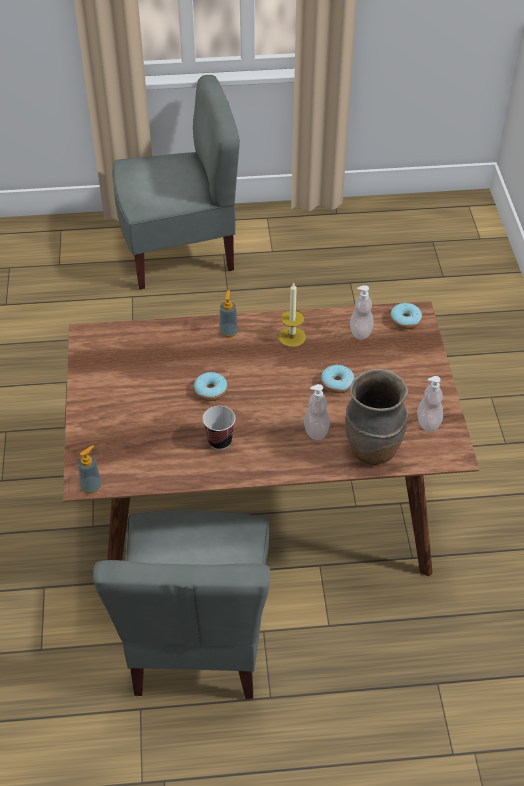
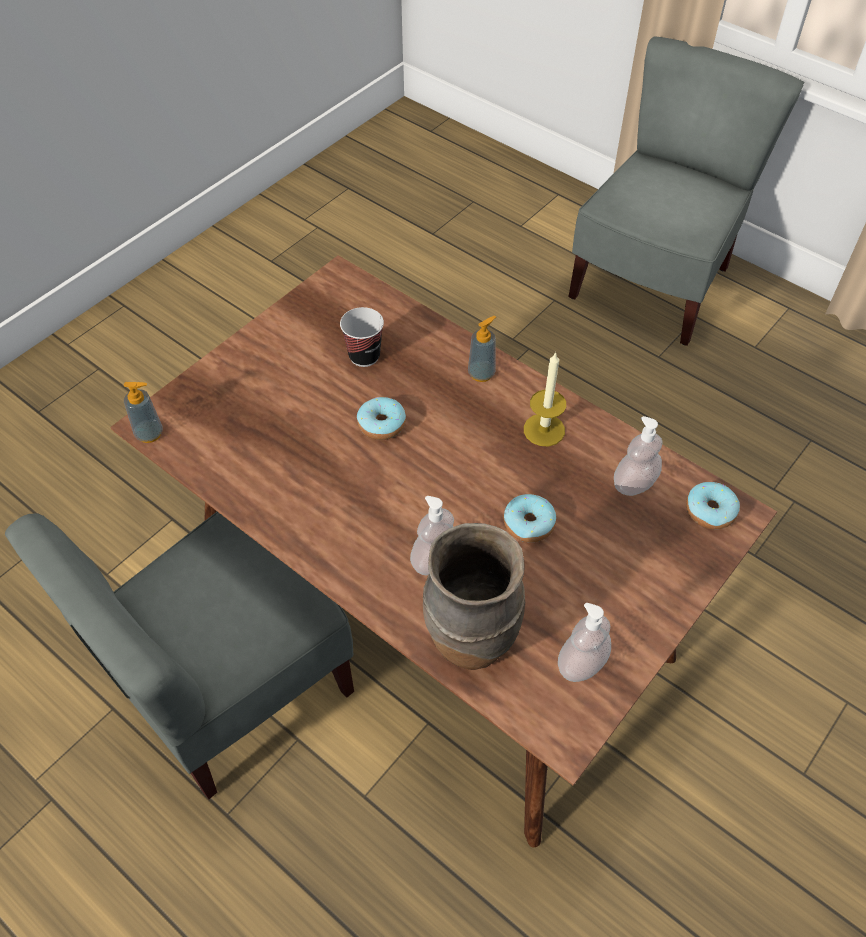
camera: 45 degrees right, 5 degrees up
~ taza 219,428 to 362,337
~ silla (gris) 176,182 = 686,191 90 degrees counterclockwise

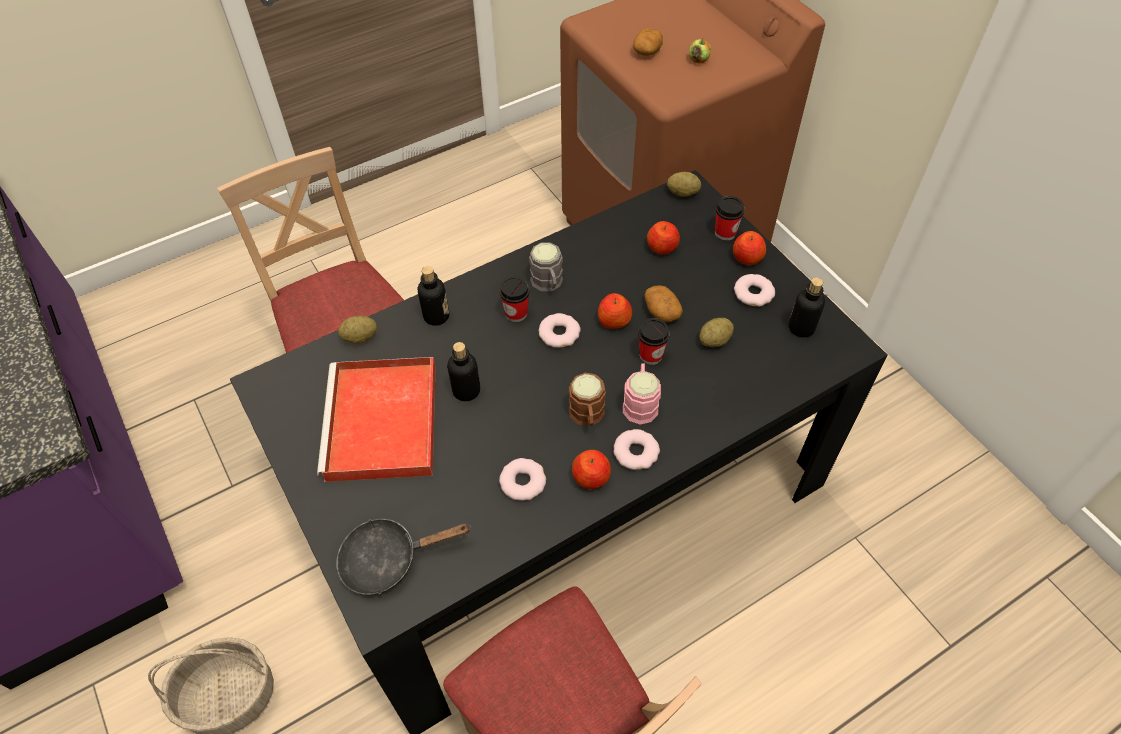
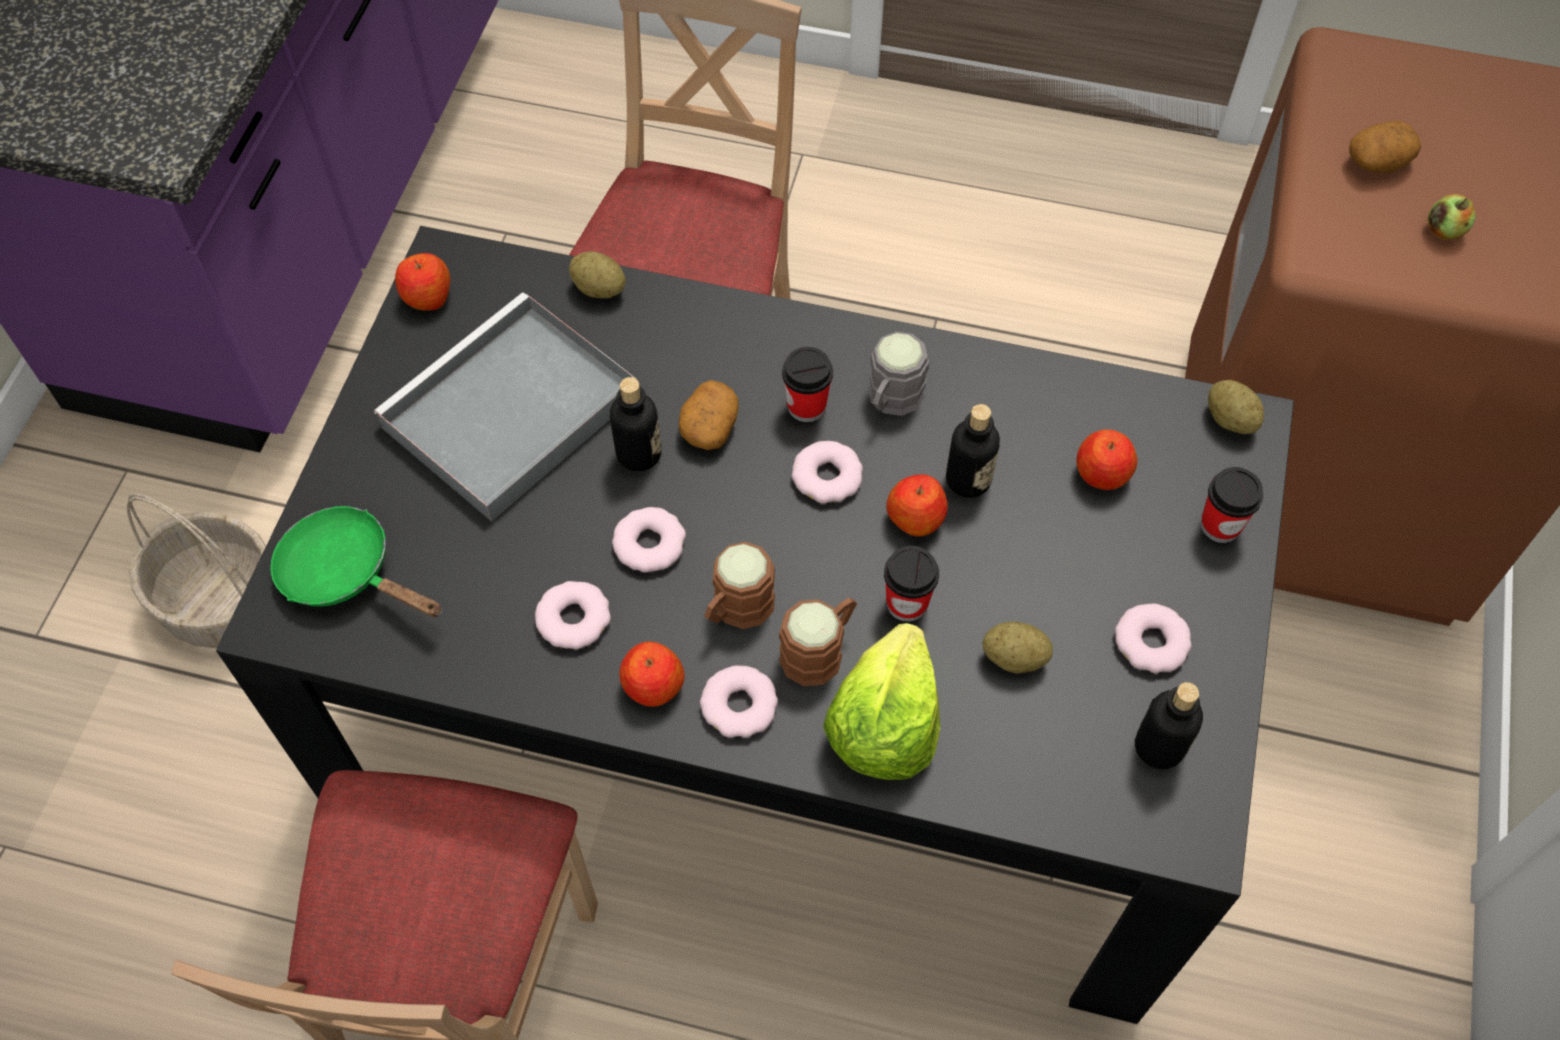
camera: 45 degrees right, 5 degrees up
~ sartén (negro) 403,557 to sartén (verde) 356,561
~ bandeja (rojo) 376,419 to bandeja (gris) 505,407
~ manzana 749,248 to 422,281
+ rosquilla 649,540
~ patata 664,303 to 709,415
~ taza grande (rosa) 642,394 to taza grande (marrón) 818,642
+ lechuga 881,701
~ botella 433,296 to 973,451

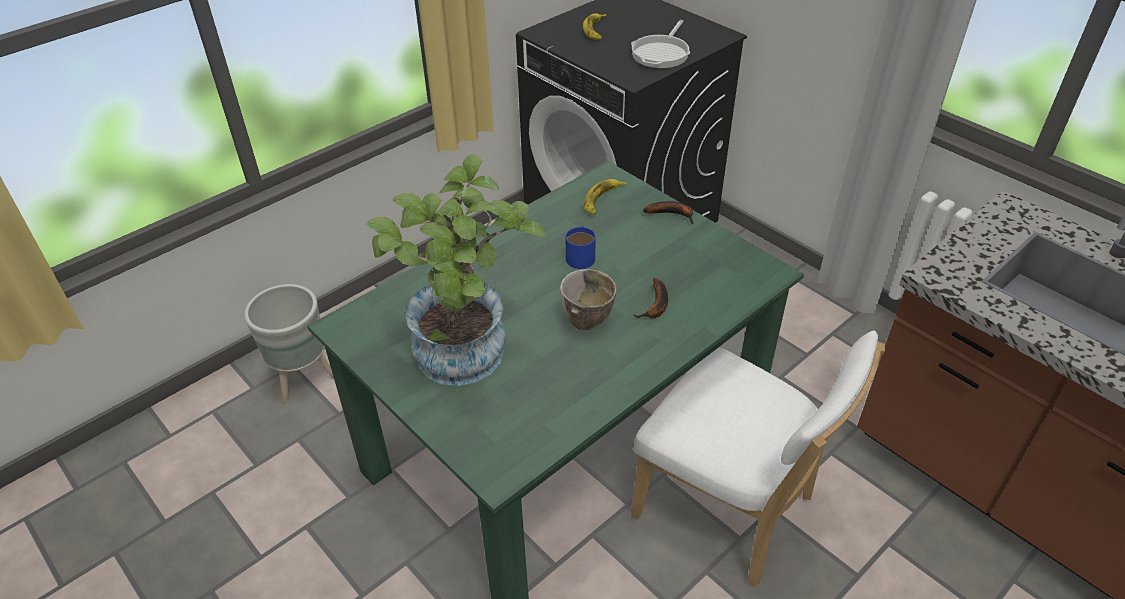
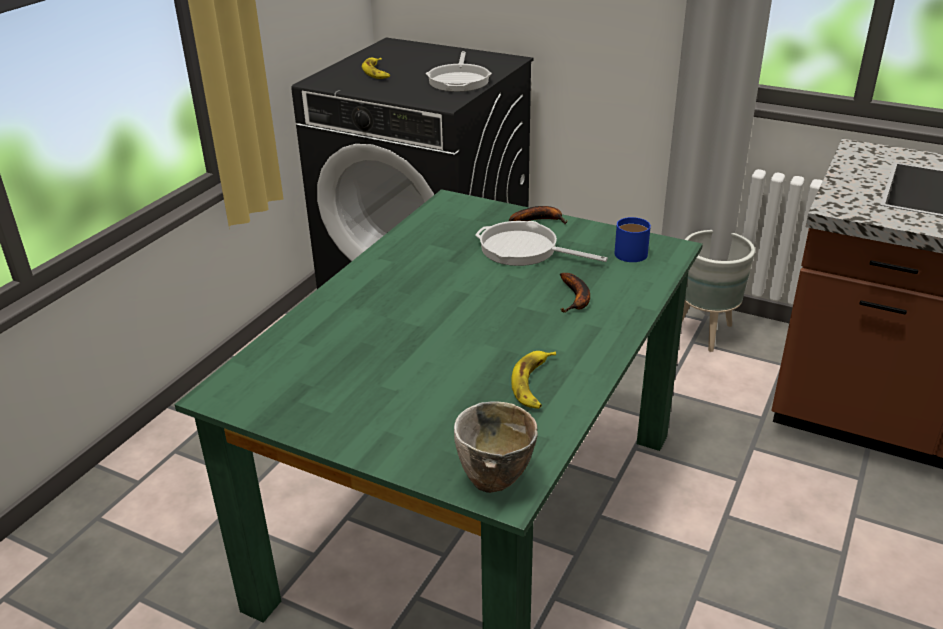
camera: 20 degrees left, 10 degrees down
~ cuenco 588,299 to 496,447
+ sartén 541,243
~ plátano 605,197 to 533,380
~ taza grande (azul) 581,247 to 632,239
~ maceta (gris) 289,343 to 718,291
- planta en maceta 456,270
- silla (blanco) 758,459

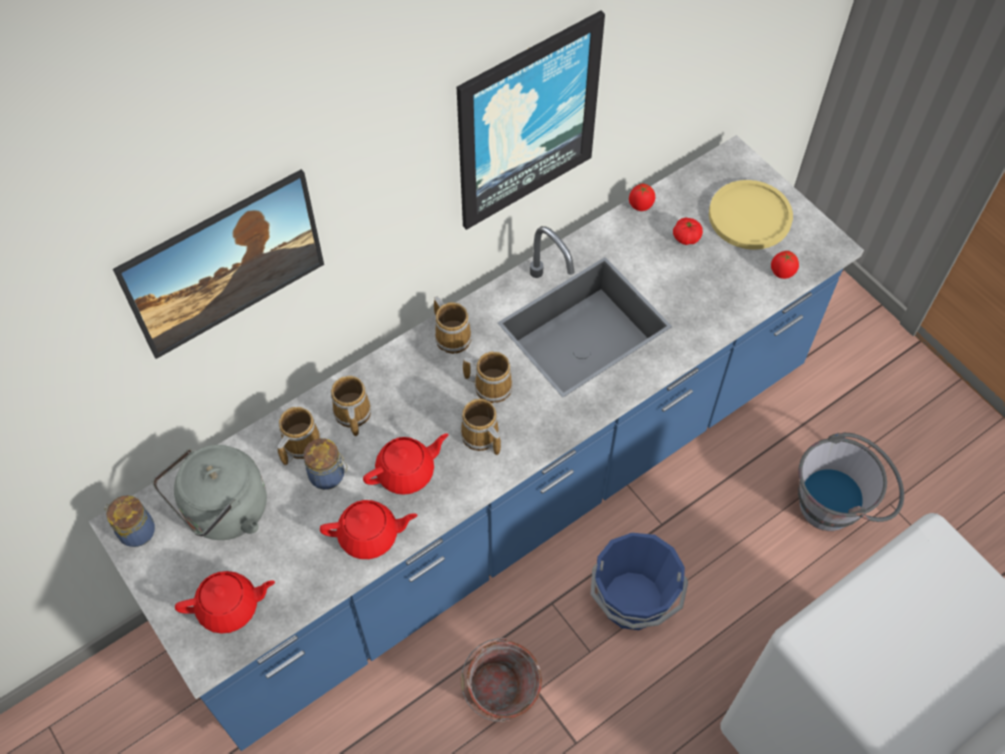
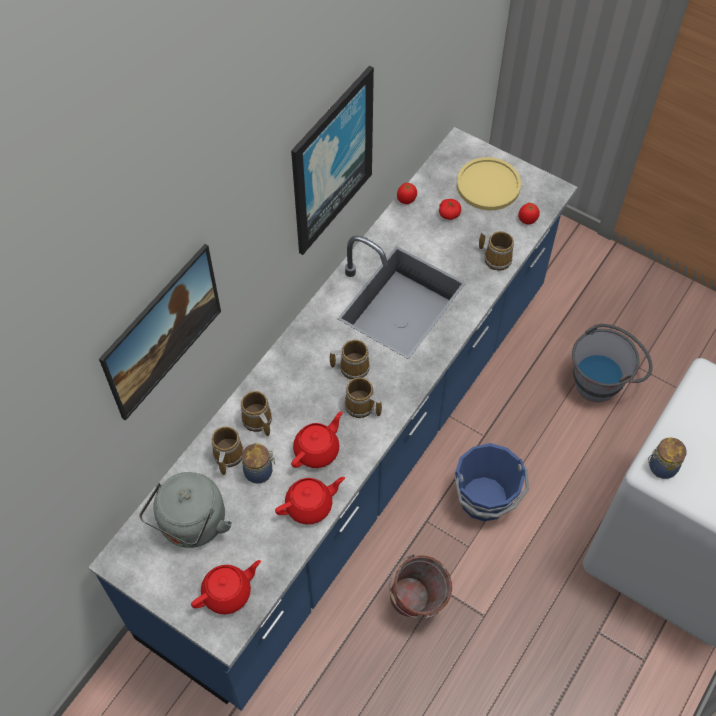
camera: 20 degrees left, 0 degrees up
~ taza grande 453,325 to 496,251
~ tarro 129,521 to 667,458

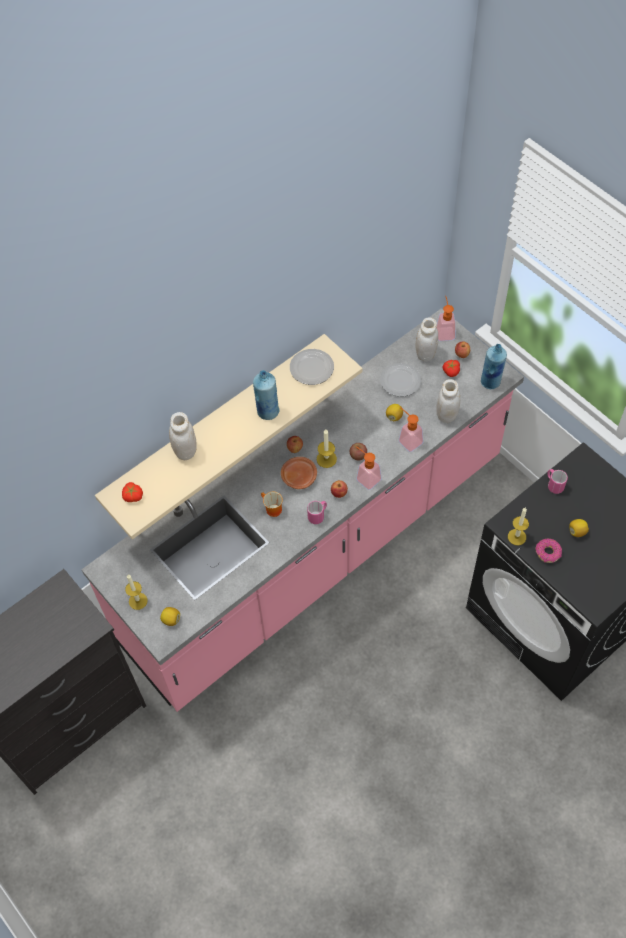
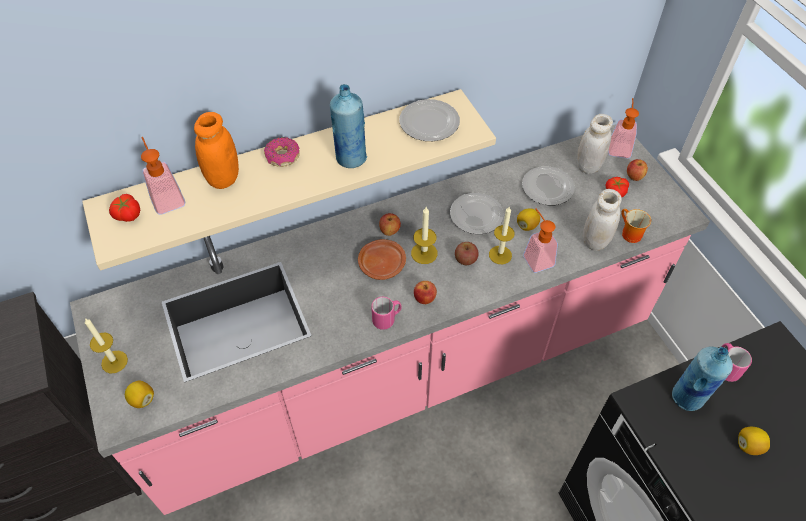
camera: 15 degrees right, 5 degrees down
~ dispensador de jabón 369,468 to 163,176
~ tarro (blanco) 183,436 to tarro (naranja) 216,150
~ rosquilla 548,551 to 282,152
+ plato 477,213
~ vela 518,526 to 502,235
~ taza grande 272,504 to 636,226
~ botella (azul) 494,366 to 702,379

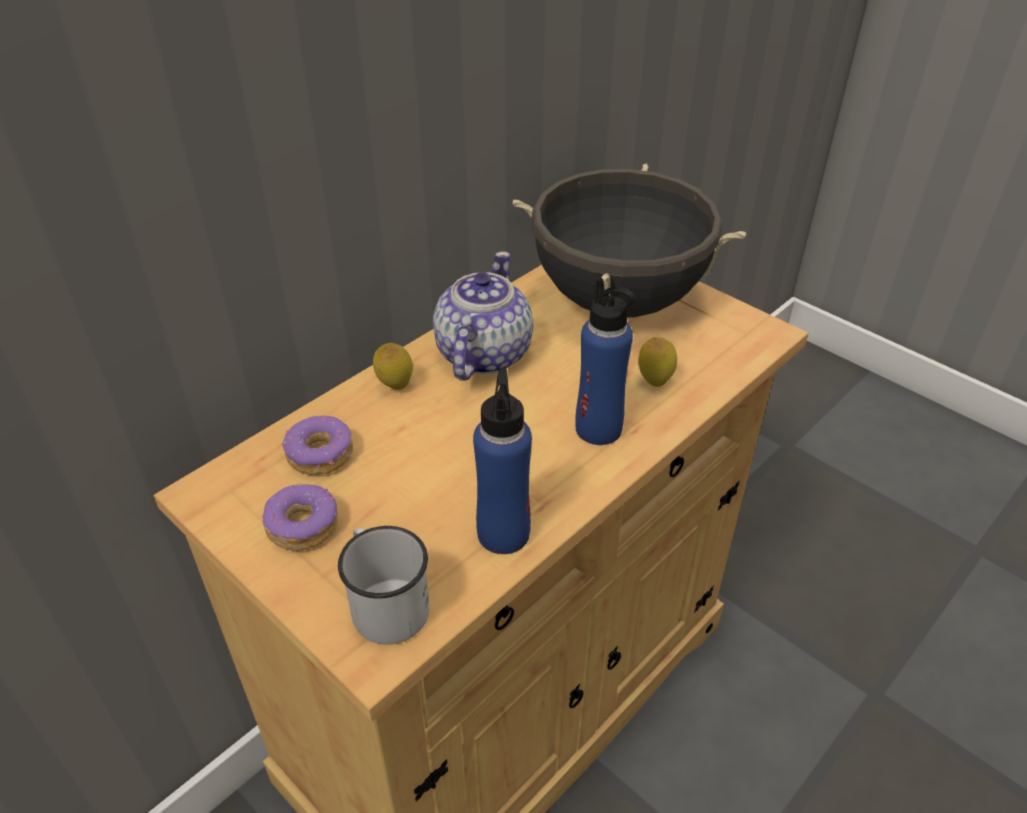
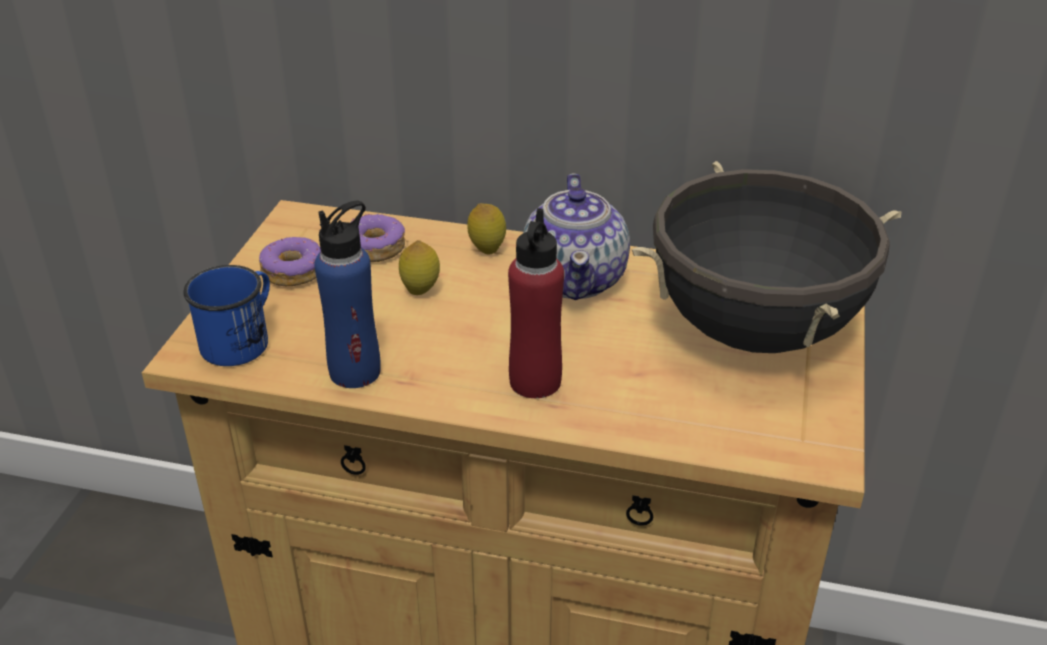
camera: 60 degrees right, 5 degrees down
~ taza grande (blanco) 383,585 to taza grande (azul) 226,315
~ limón 657,362 to 419,267
~ botella (azul) 605,361 to botella (rojo) 536,303
~ tetera 483,316 = 576,236 105 degrees clockwise

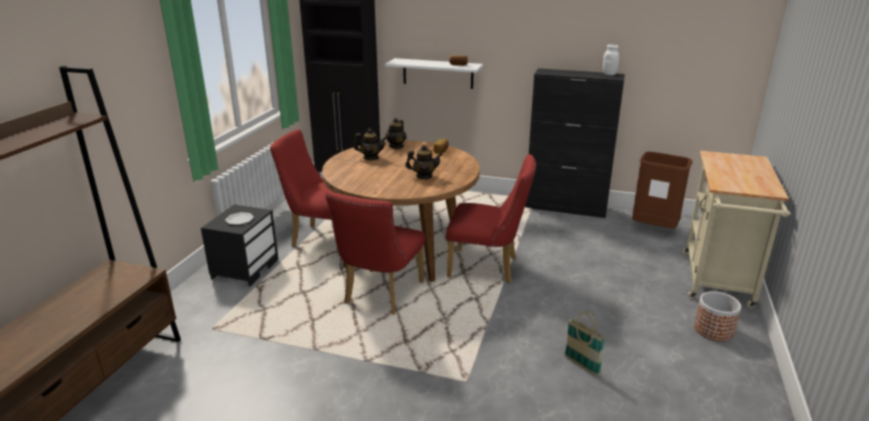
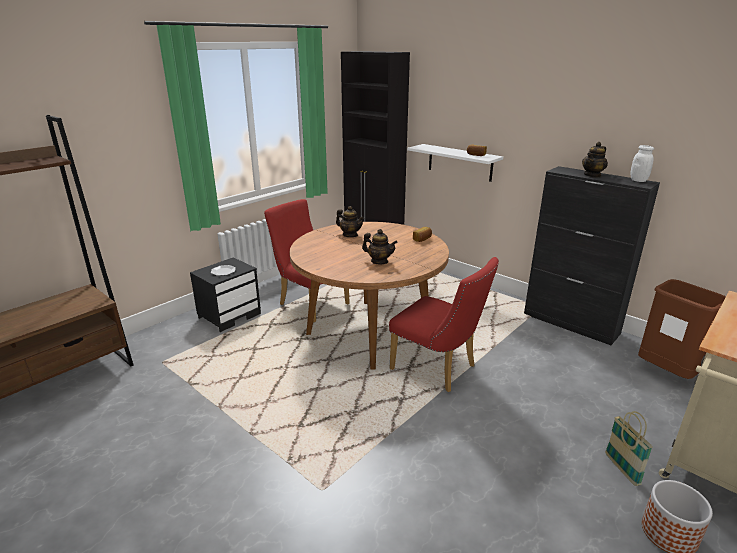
camera: 25 degrees right, 0 degrees up
~ tetera 396,133 to 595,160
~ cesta 585,343 to 629,448
- silla (rojo) 375,252

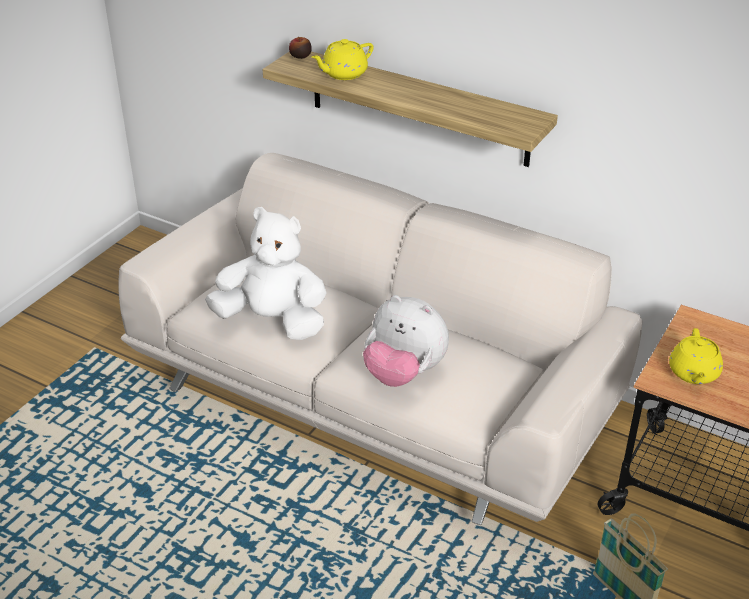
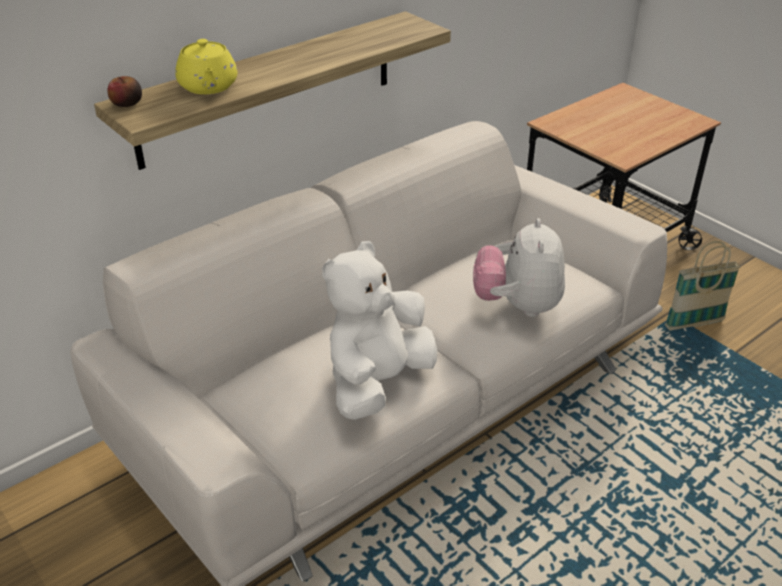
camera: 70 degrees left, 0 degrees up
~ peluche 406,341 = 519,267 135 degrees clockwise
- tetera (amarillo) 696,356

